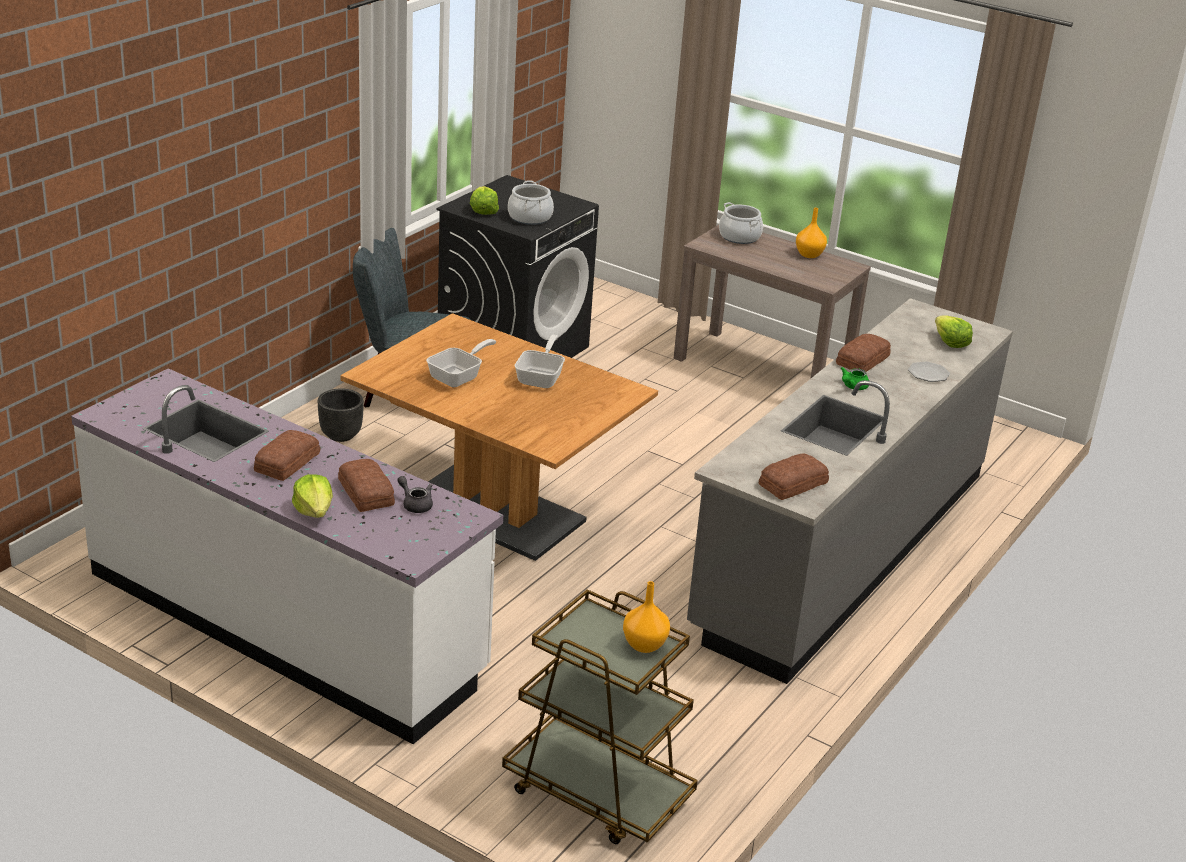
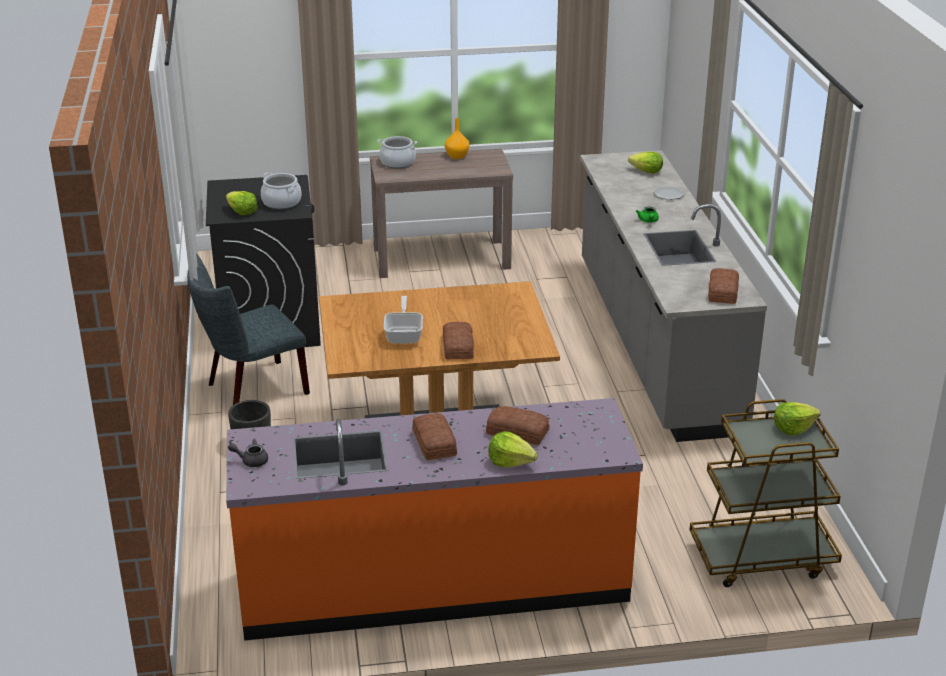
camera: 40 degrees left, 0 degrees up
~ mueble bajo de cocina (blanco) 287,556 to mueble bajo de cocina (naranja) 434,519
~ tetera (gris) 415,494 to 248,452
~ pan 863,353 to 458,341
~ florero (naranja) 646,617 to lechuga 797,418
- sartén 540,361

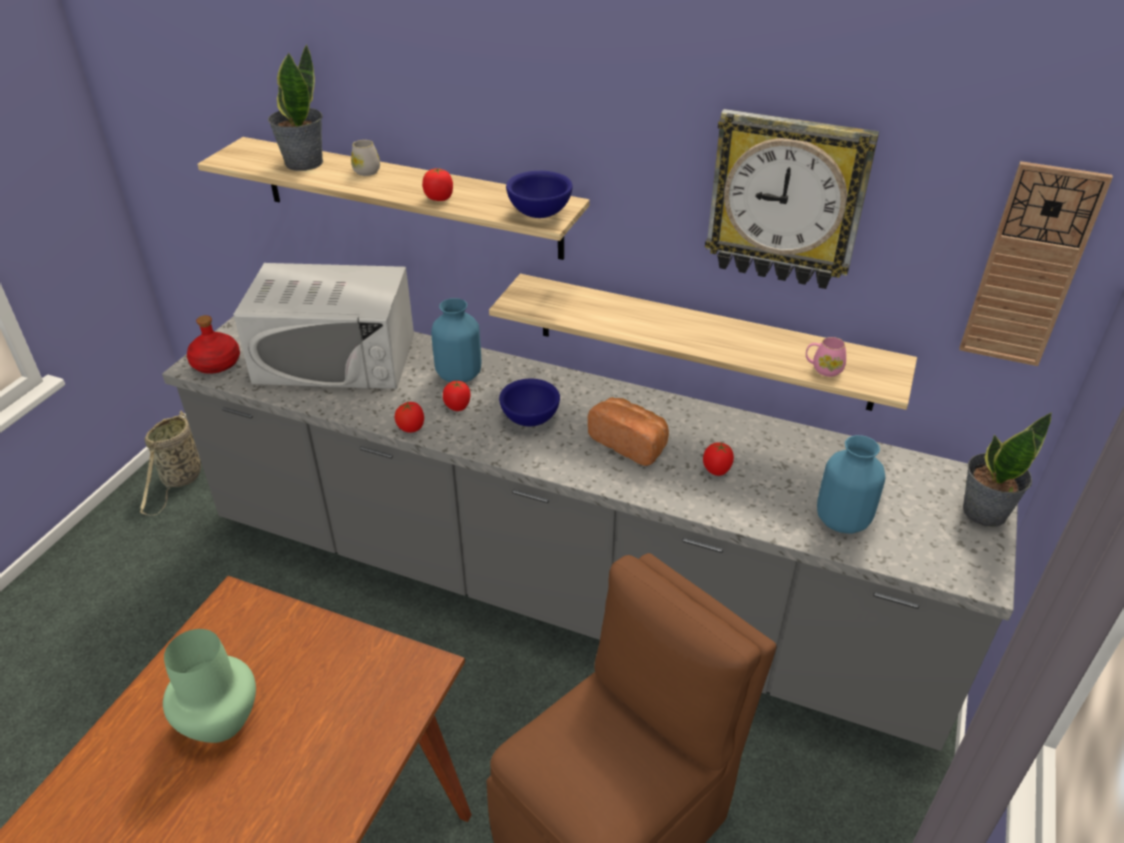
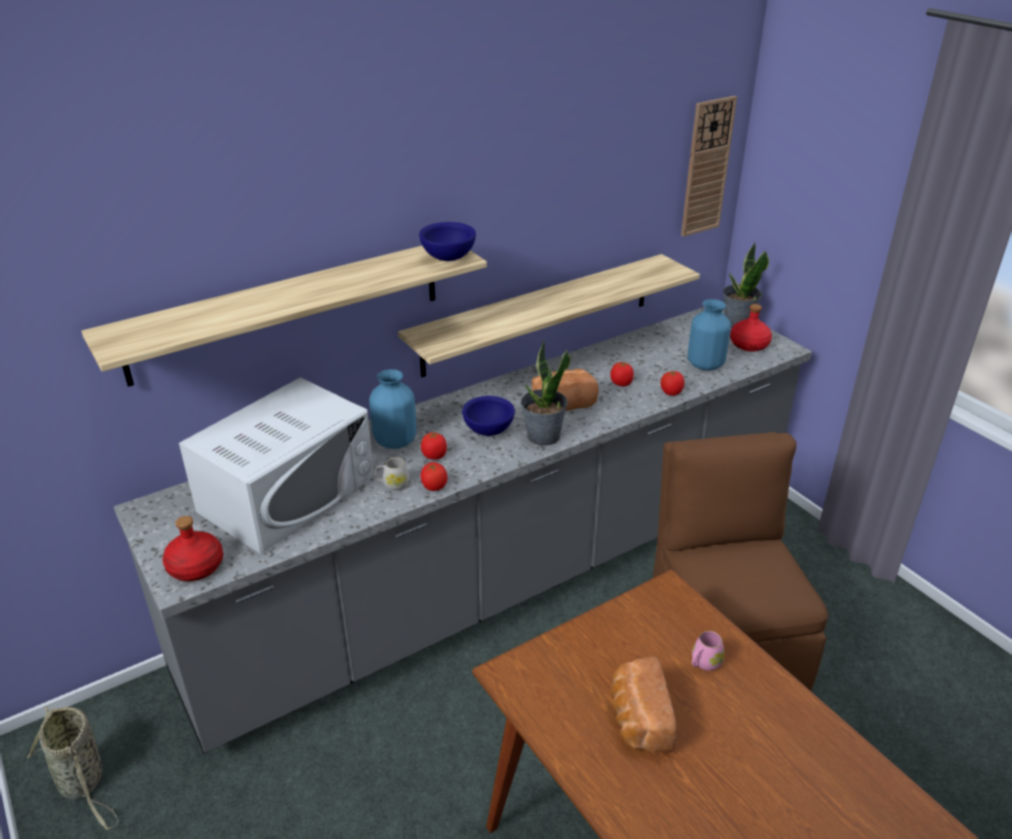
camera: 55 degrees left, 5 degrees down
~ taza grande (blanco) 365,158 to 392,474
~ planta en maceta 295,108 to 546,393
~ florero (verde) 209,686 to pan 644,704
~ tomate 437,184 to 673,383
~ taza grande (rosa) 826,357 to 708,651
+ botella (rojo) 751,327
- reloj de pared 792,199

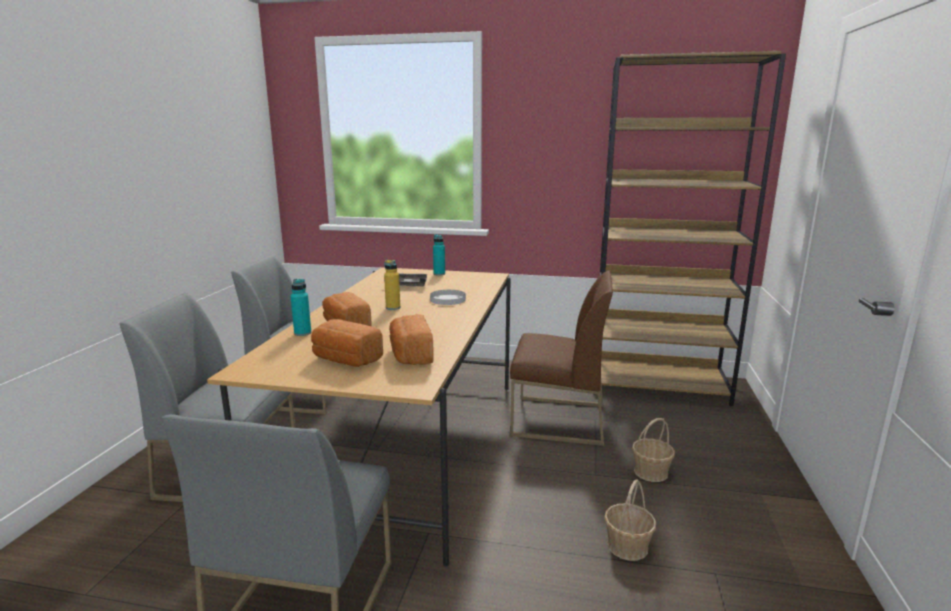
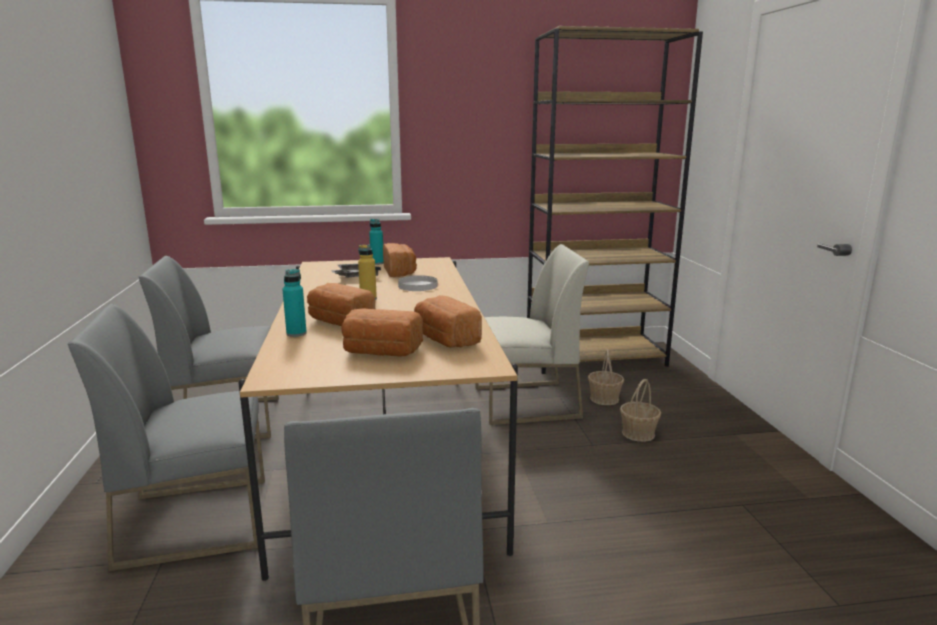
camera: 20 degrees left, 0 degrees up
+ pan 400,260
~ silla (marrón) 561,358 to silla (blanco) 532,334
~ cesta 630,520 to 606,377

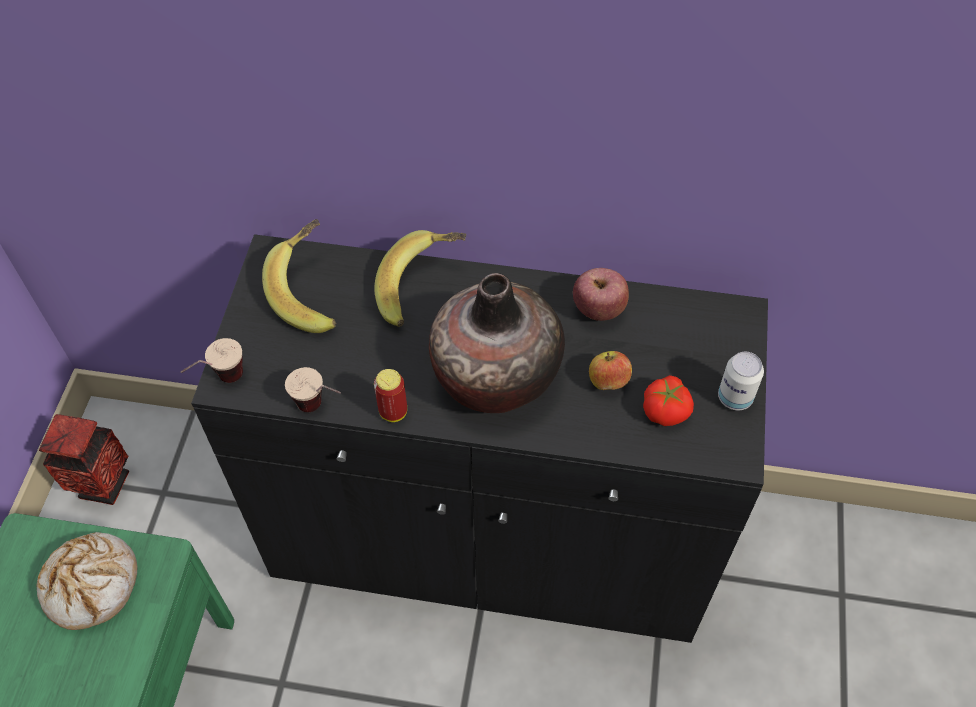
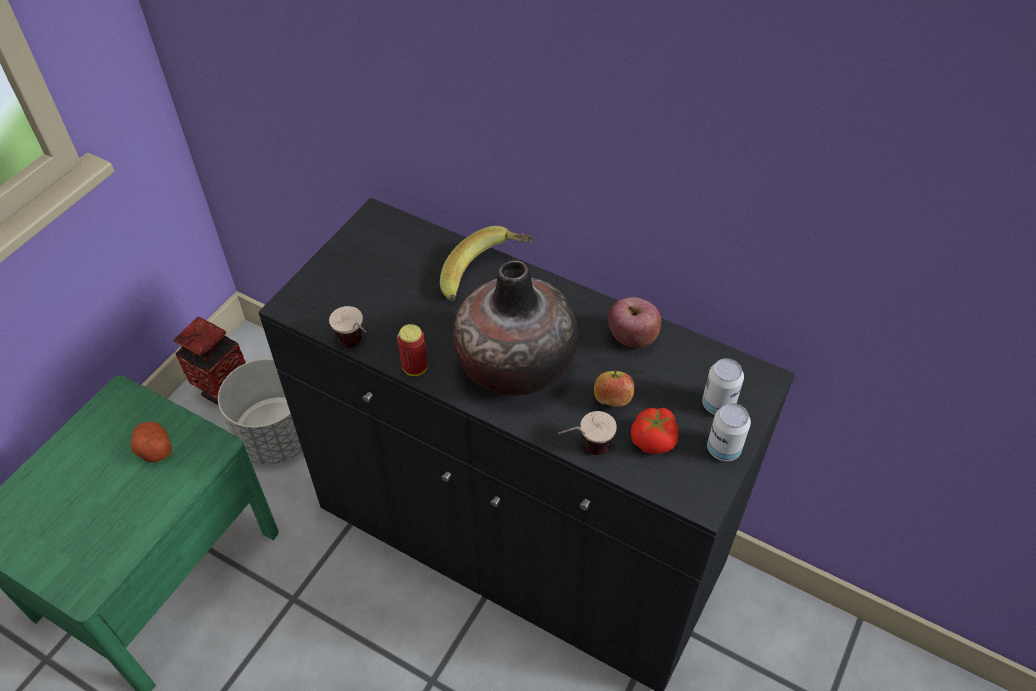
camera: 20 degrees right, 5 degrees down
~ pan 87,581 to patata 151,442
+ maceta (gris) 260,411
~ taza 211,360 to 587,433
+ lata 723,386
- plátano 299,276

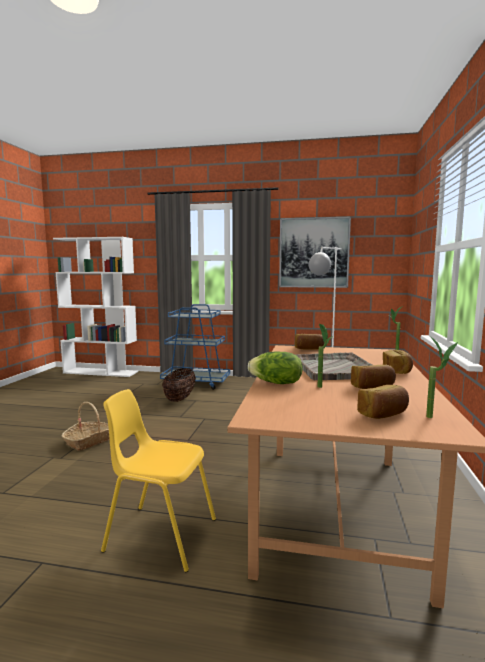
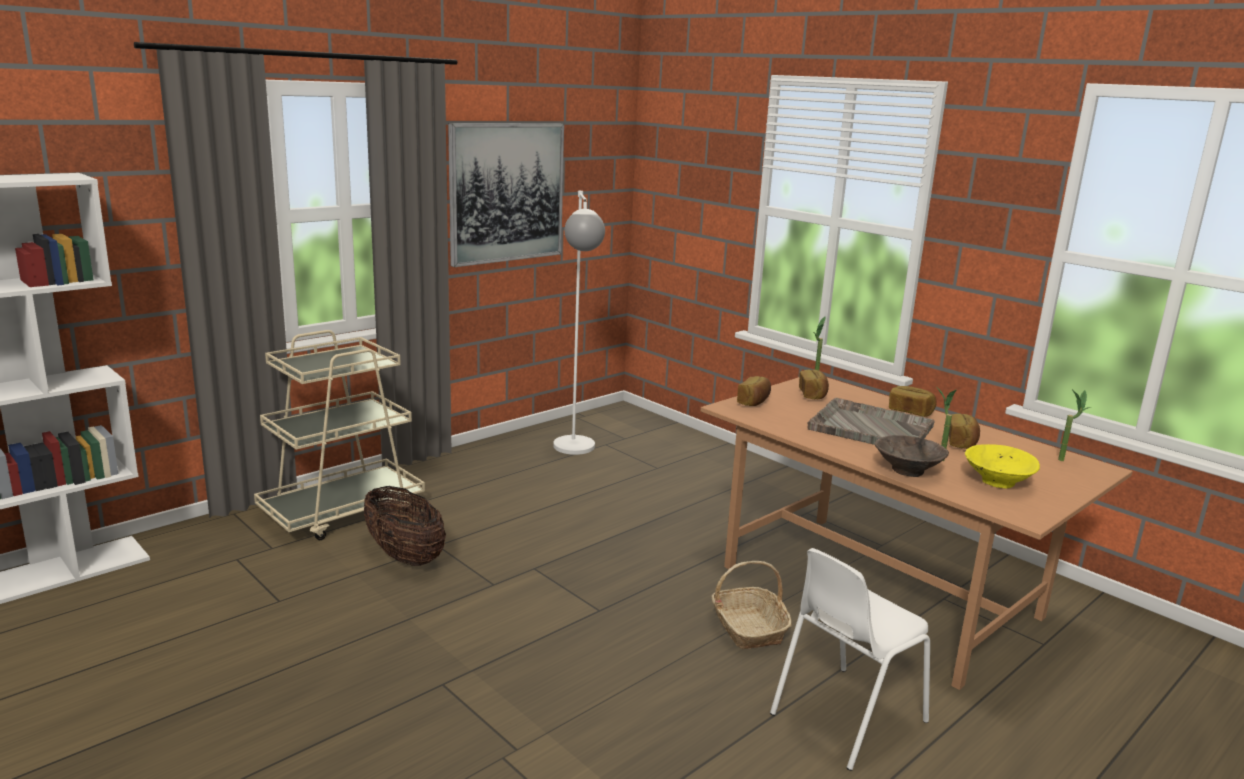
camera: 55 degrees left, 10 degrees up
~ carrito (azul) 195,347 to carrito (beis) 339,435
~ cesta 86,426 to 751,605
~ silla (amarillo) 158,480 to silla (blanco) 850,659
~ pan 383,402 to 814,384
~ lechuga 275,368 to cuenco (marrón) 912,456
+ cuenco (amarillo) 1002,466

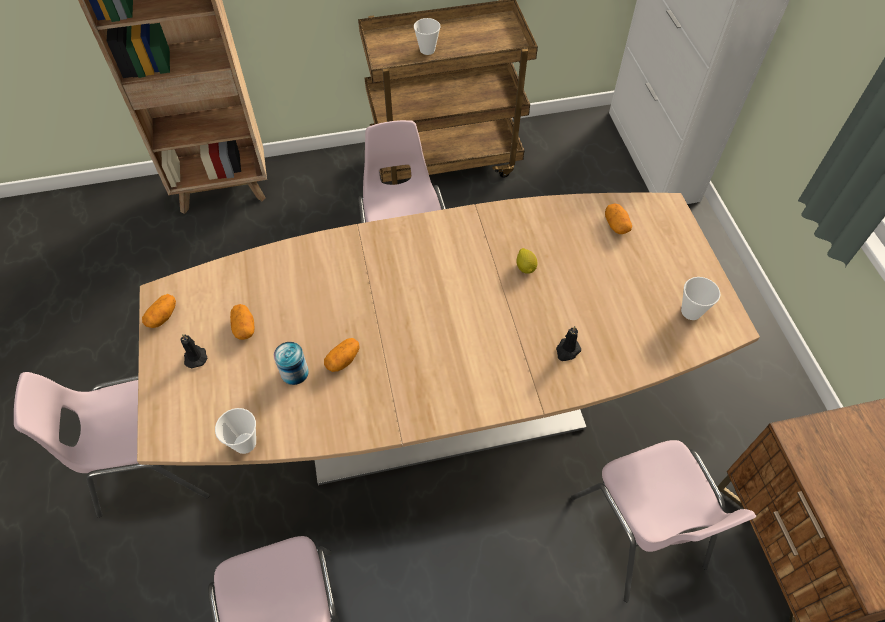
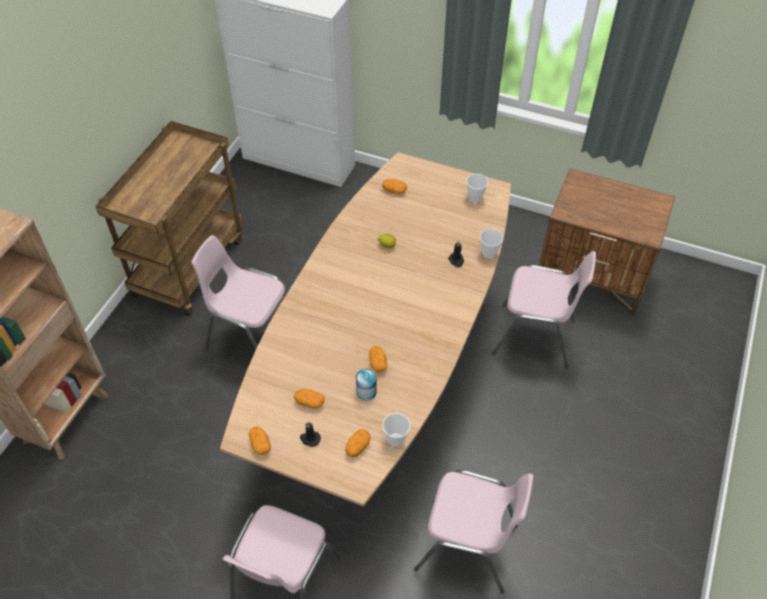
camera: 55 degrees left, 5 degrees down
+ patata 358,443
~ taza 427,36 to 492,244

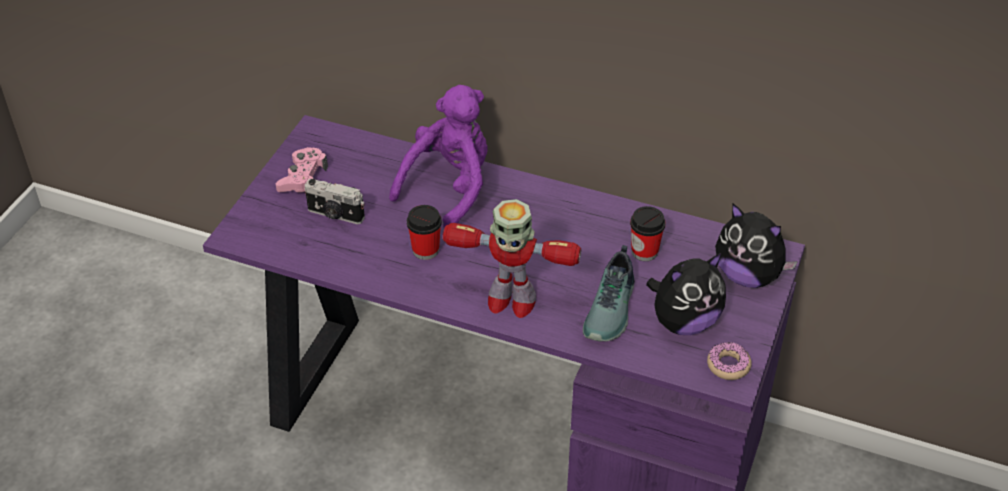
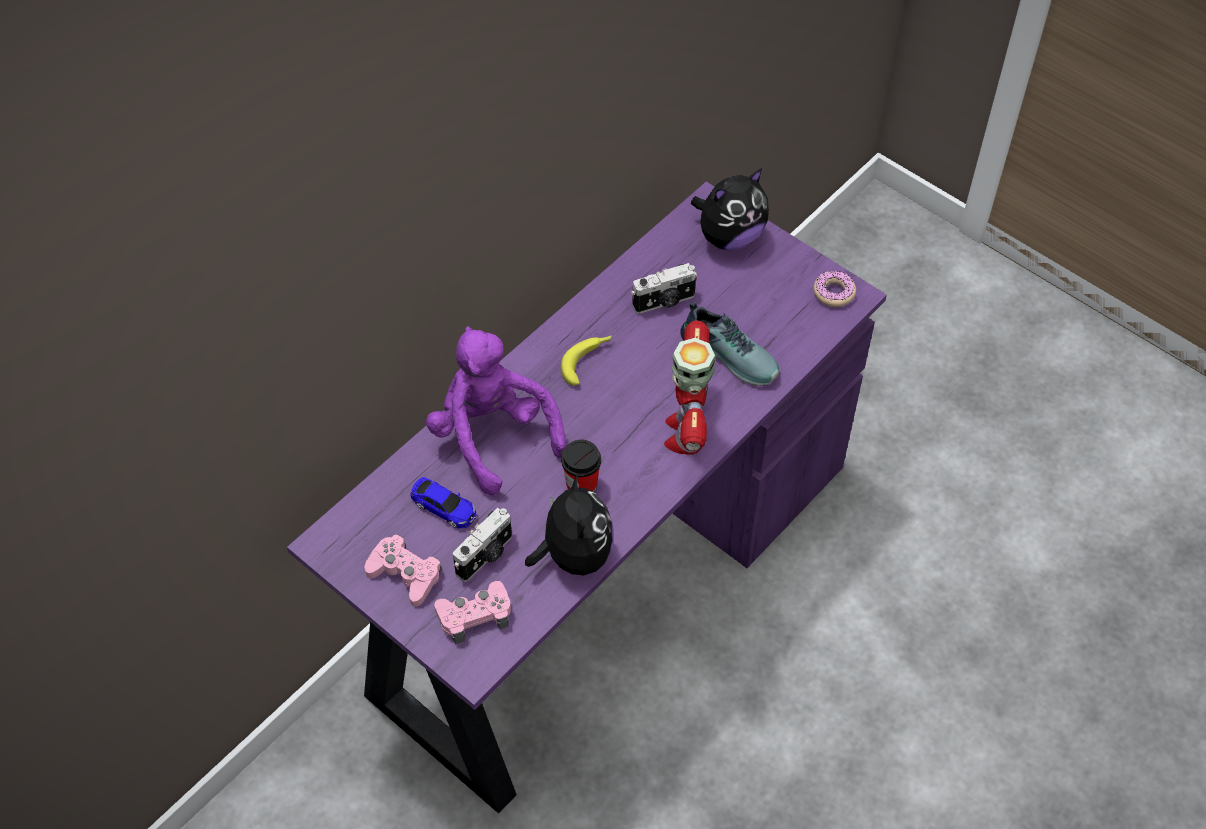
camera: 70 degrees left, 10 degrees up
+ coche de juguete 443,503
+ mando de consola (rosa) 472,612
~ peluche 686,294 to 569,524
+ plátano 586,360
~ taza 647,233 to cámara 664,288
~ robot de juguete 512,258 = 690,388 150 degrees clockwise

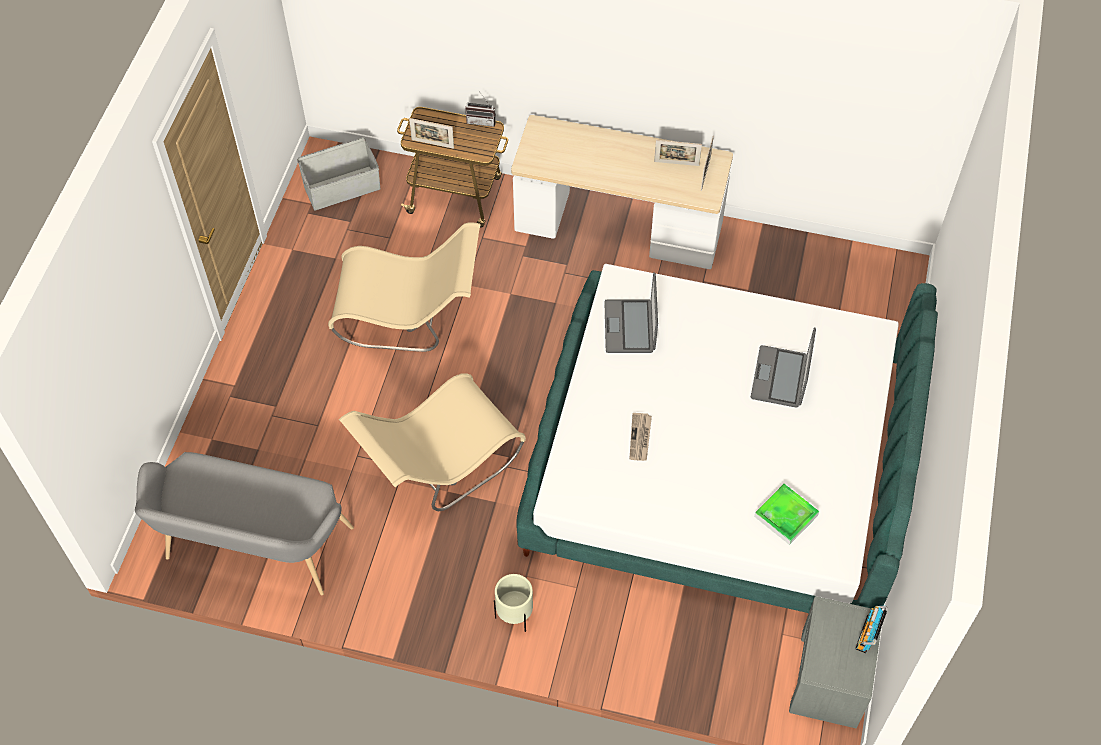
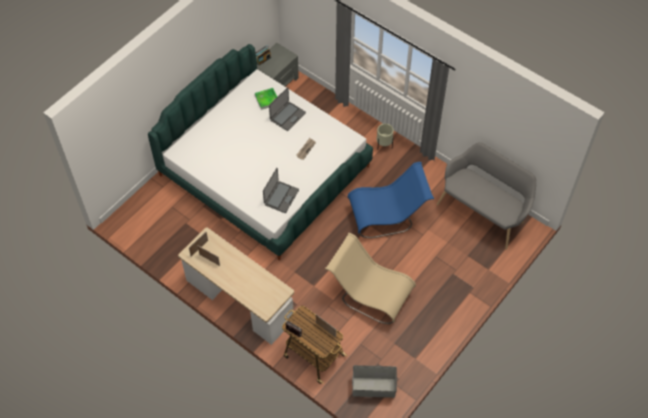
camera: 155 degrees left, 0 degrees up
~ portátil 783,367 to 287,109
~ silla (beis) 432,442 to silla (azul) 391,200

